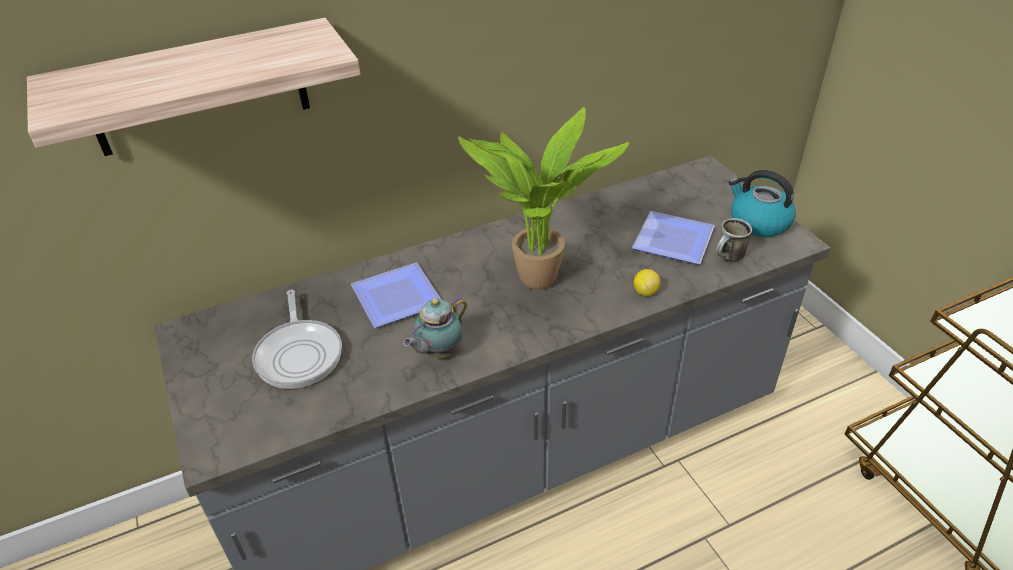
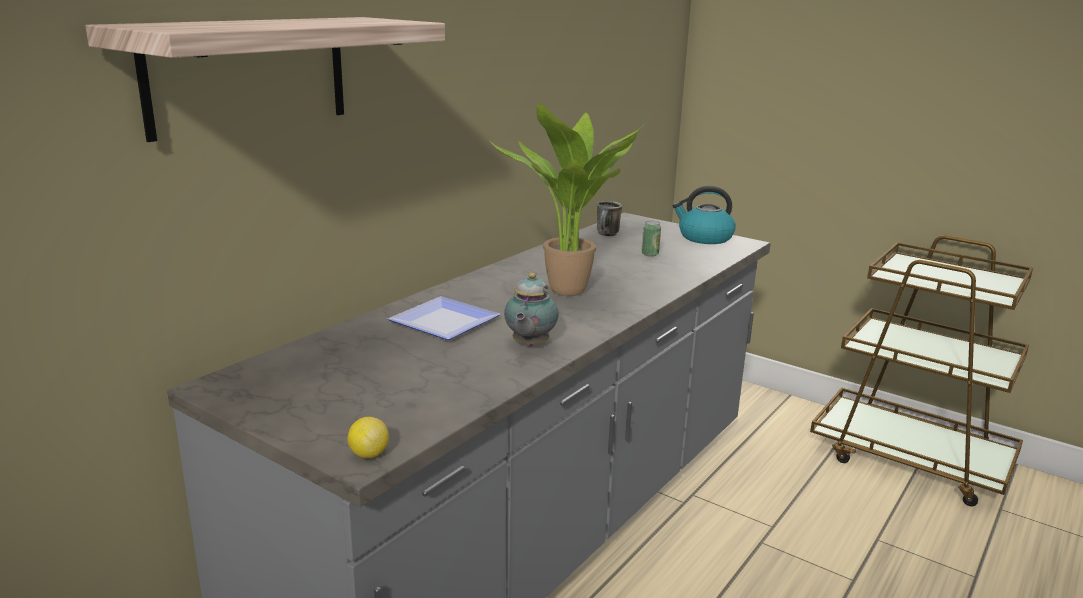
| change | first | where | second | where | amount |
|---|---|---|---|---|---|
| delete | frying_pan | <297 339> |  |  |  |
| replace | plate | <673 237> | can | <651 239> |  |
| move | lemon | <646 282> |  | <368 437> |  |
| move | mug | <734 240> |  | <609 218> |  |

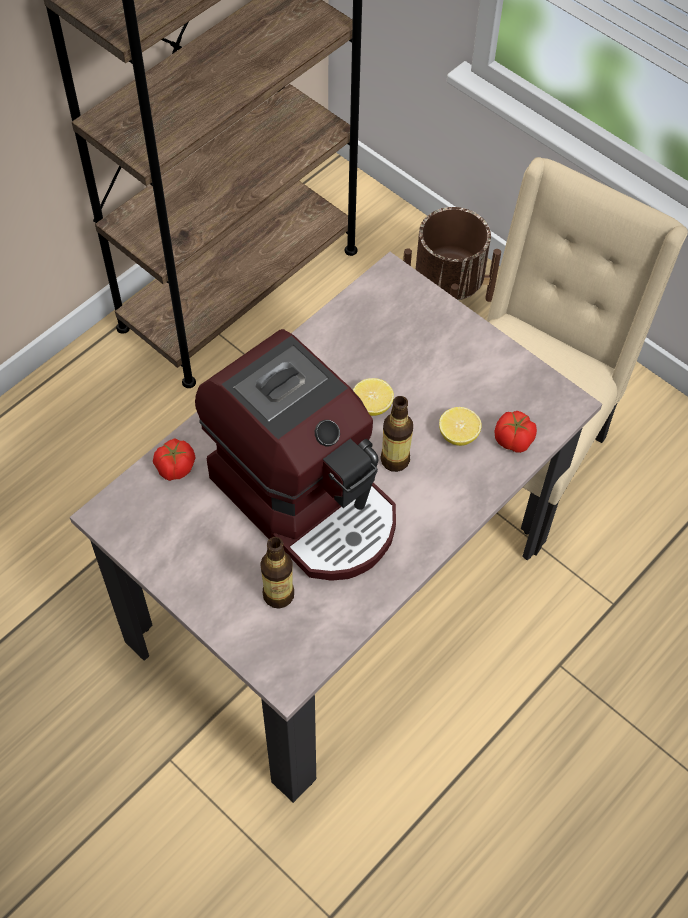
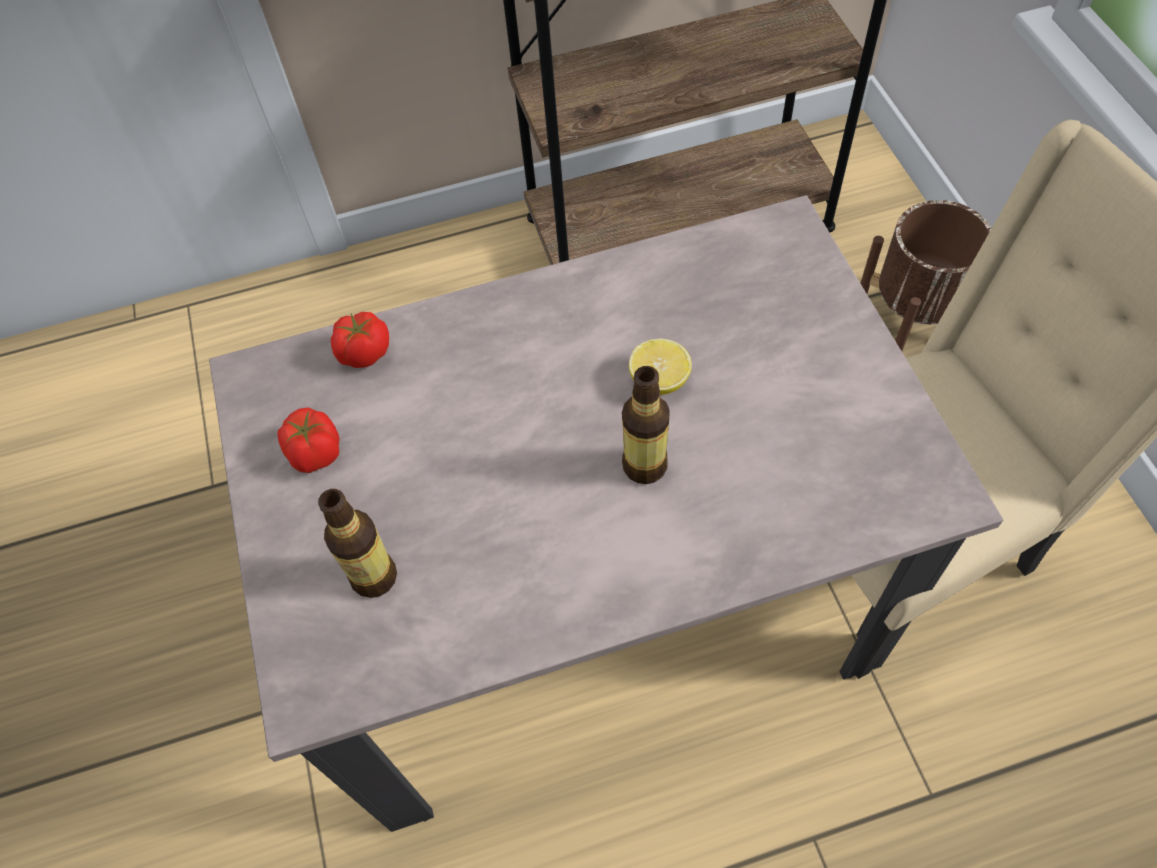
| change | first | where | second | where | amount |
|---|---|---|---|---|---|
| delete | coffee_machine | <295 455> |  |  |  |
| delete | lemon | <460 426> |  |  |  |
| move | tomato | <516 432> |  | <308 440> |  |

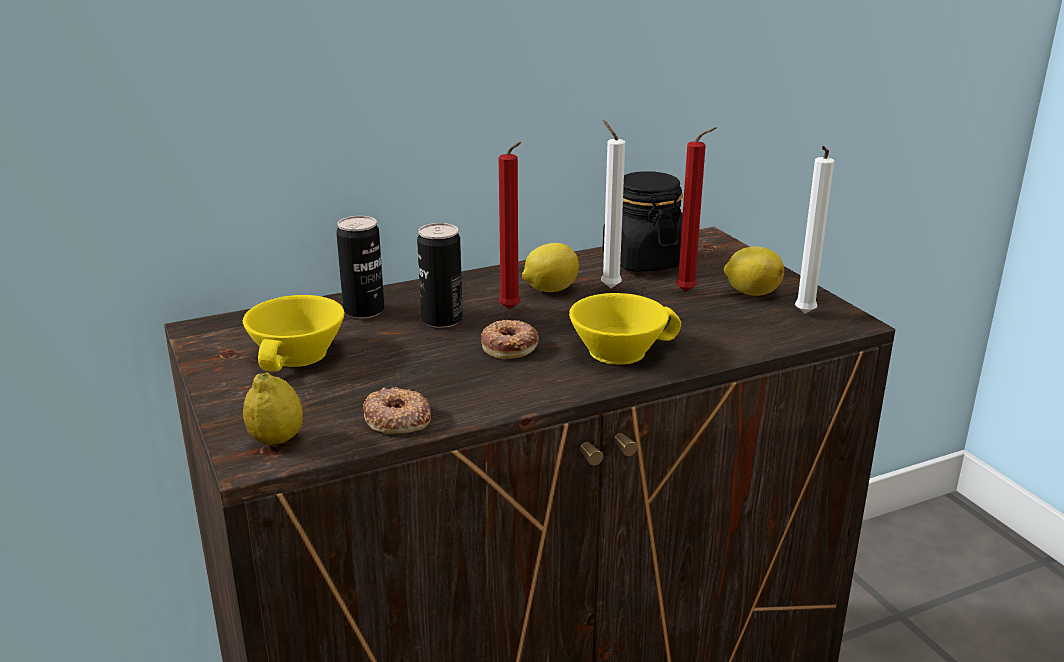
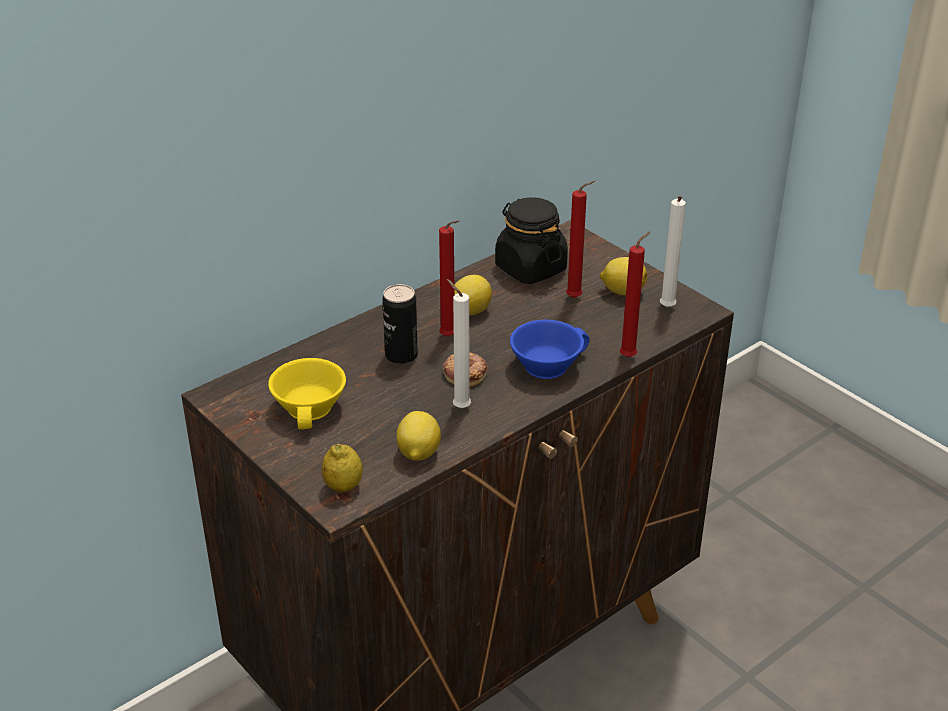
| change | first | where | second | where | amount |
|---|---|---|---|---|---|
| delete | can | <360 267> |  |  |  |
| replace | donut | <397 410> | lemon | <418 436> |  |
| recolor | yellow_cup | <625 329> | blue_cup | <550 349> |  |
| move | white_candle | <613 204> |  | <459 343> |  |
| insert |  |  | red_candle | <635 294> |  |

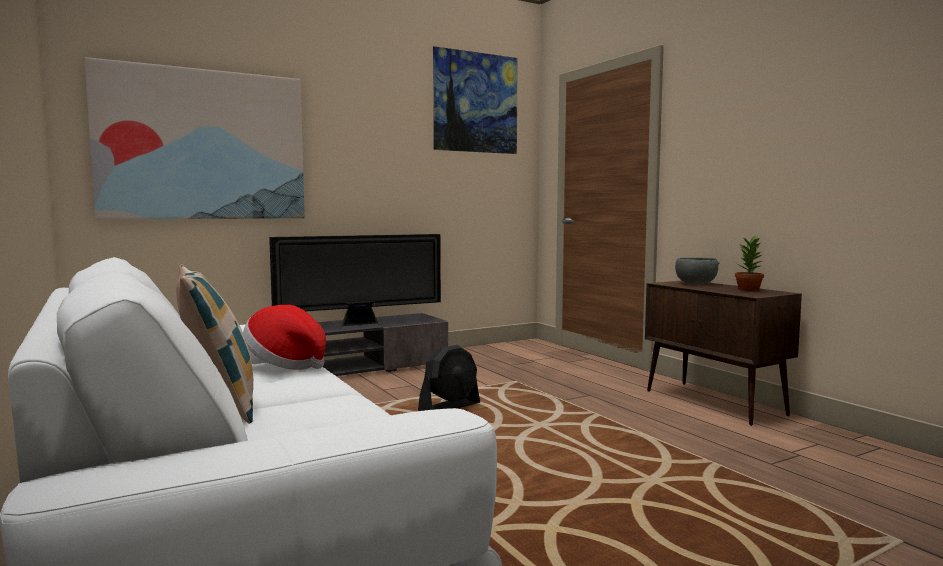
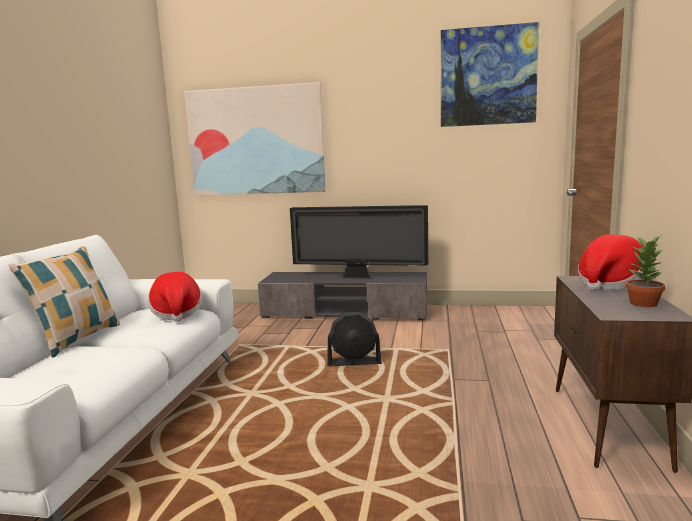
| change | first | where | second | where | amount |
|---|---|---|---|---|---|
| replace | grey_bowl | <697 271> | hat | <611 262> |  |

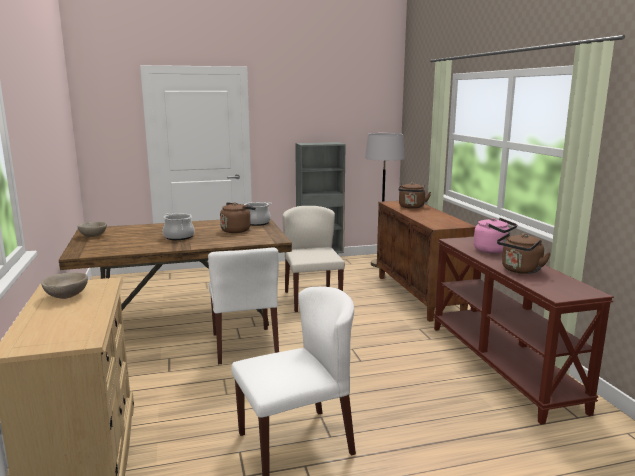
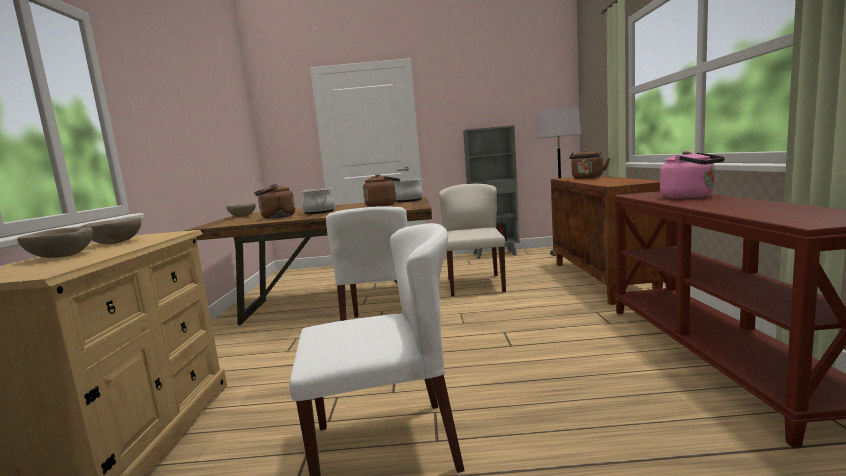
| change | first | where | second | where | amount |
|---|---|---|---|---|---|
| move | brown_kettle | <524 253> |  | <274 201> |  |
| insert |  |  | beige_bowl | <55 242> |  |

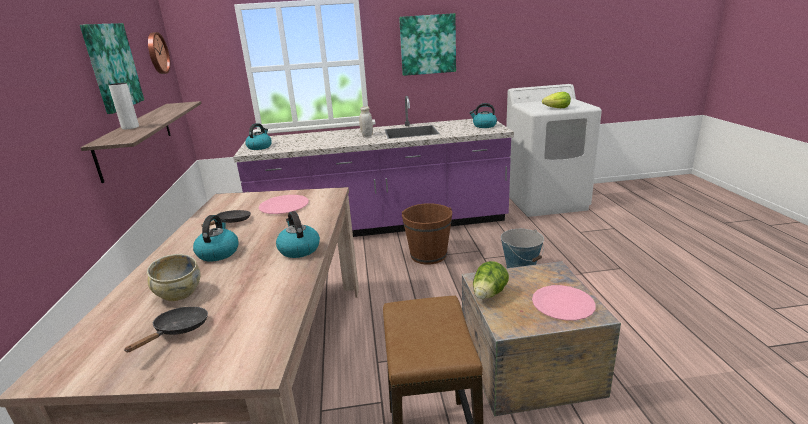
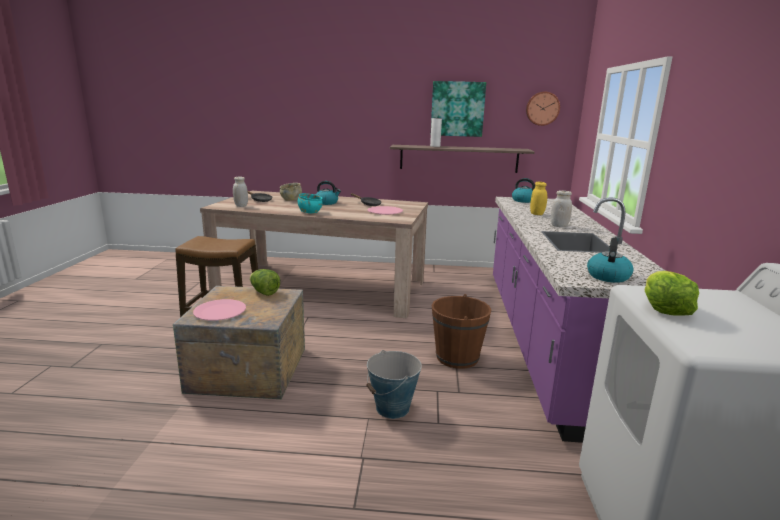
| change | first | where | second | where | amount |
|---|---|---|---|---|---|
| replace | kettle | <298 234> | turquoise_bowl | <310 203> |  |
| delete | picture | <427 44> |  |  |  |
| insert |  |  | white_jar | <240 192> |  |
| insert |  |  | yellow_jar | <538 198> |  |

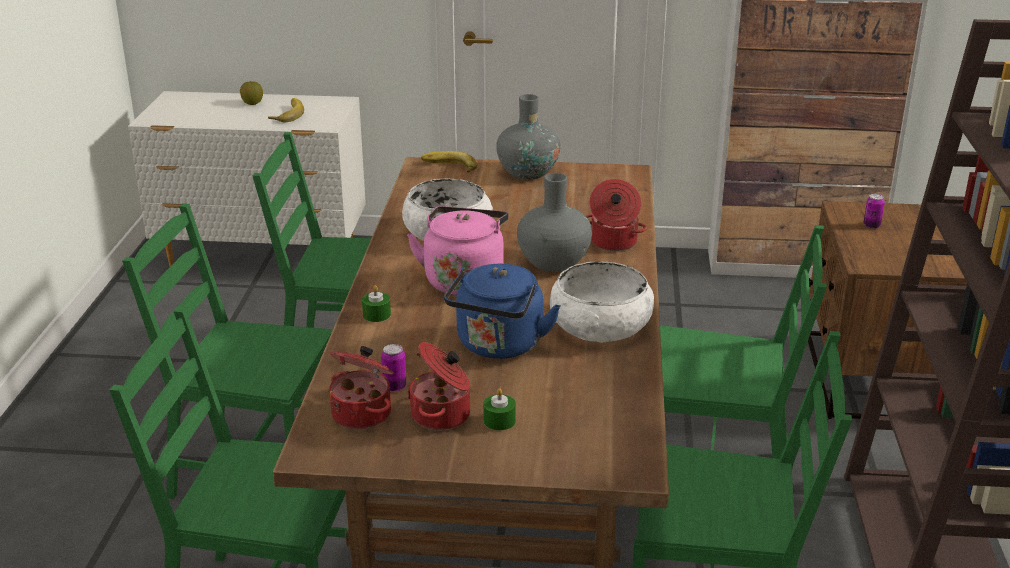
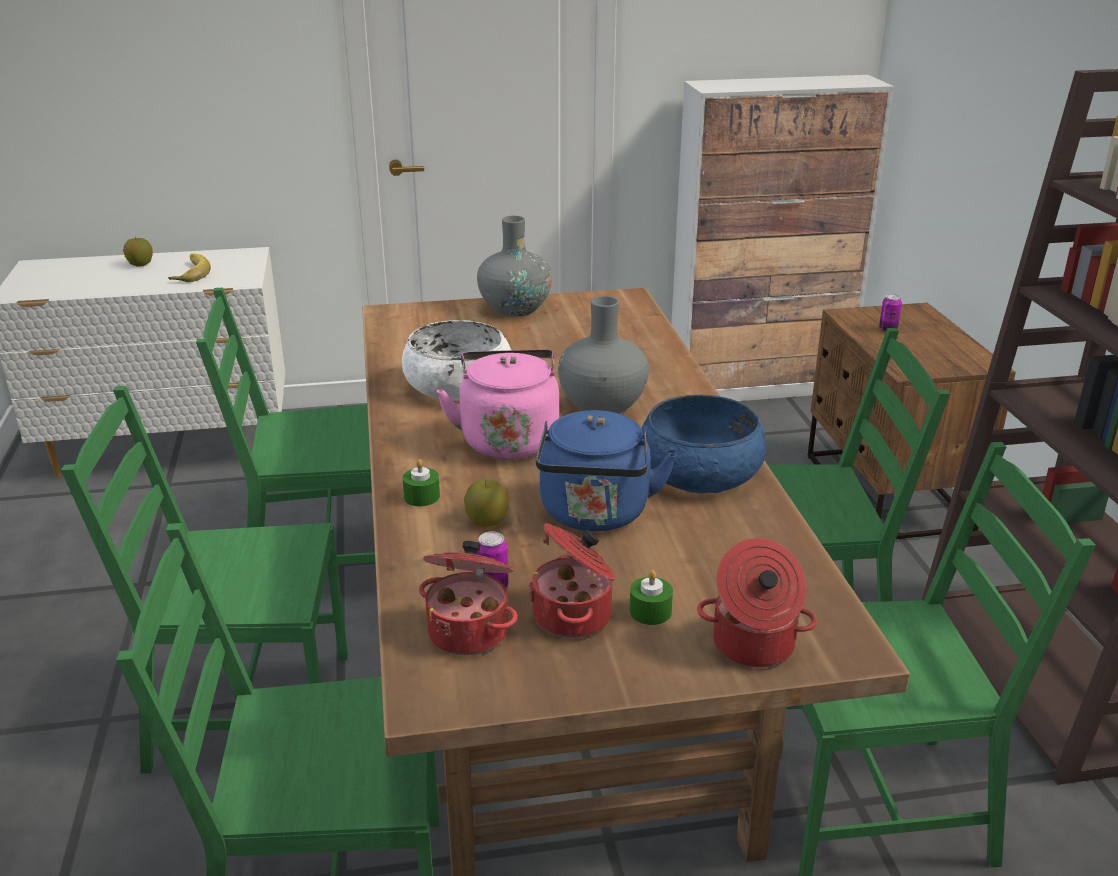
| change | first | where | second | where | amount |
|---|---|---|---|---|---|
| delete | banana | <449 162> |  |  |  |
| recolor | white_bowl | <602 302> | blue_bowl | <704 444> |  |
| move | cooking_pot | <616 215> |  | <757 603> |  |
| insert |  |  | apple | <486 503> |  |

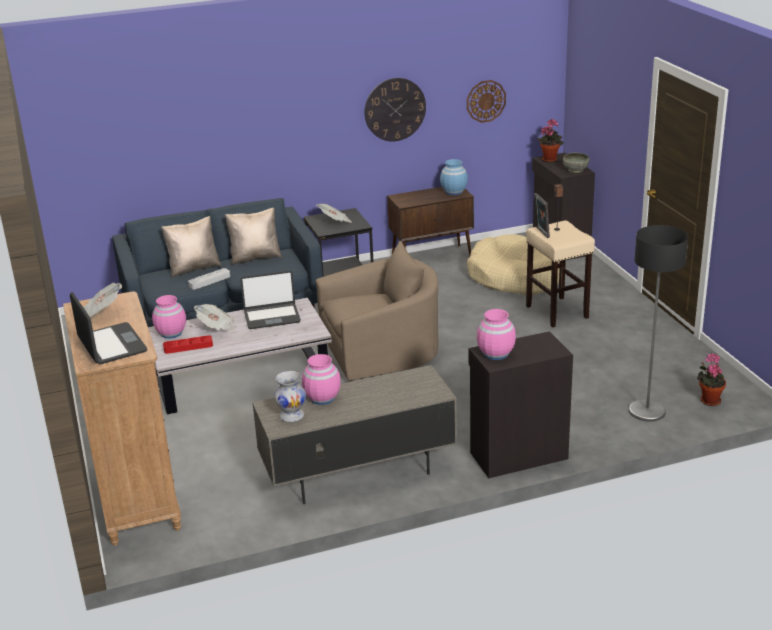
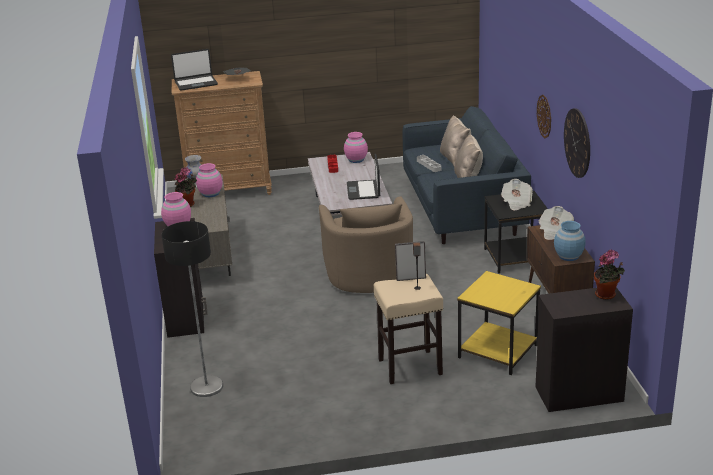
| change | first | where | second | where | amount |
|---|---|---|---|---|---|
| move | newspaper | <214 318> |  | <556 223> |  |
| move | wall_clock | <486 101> |  | <544 116> |  |
| replace | beige_dog_bed | <513 264> | yellow_side_table | <499 323> |  |
| delete | grey_bowl | <576 163> |  |  |  |
| move | potted_plant | <711 380> |  | <186 187> |  |

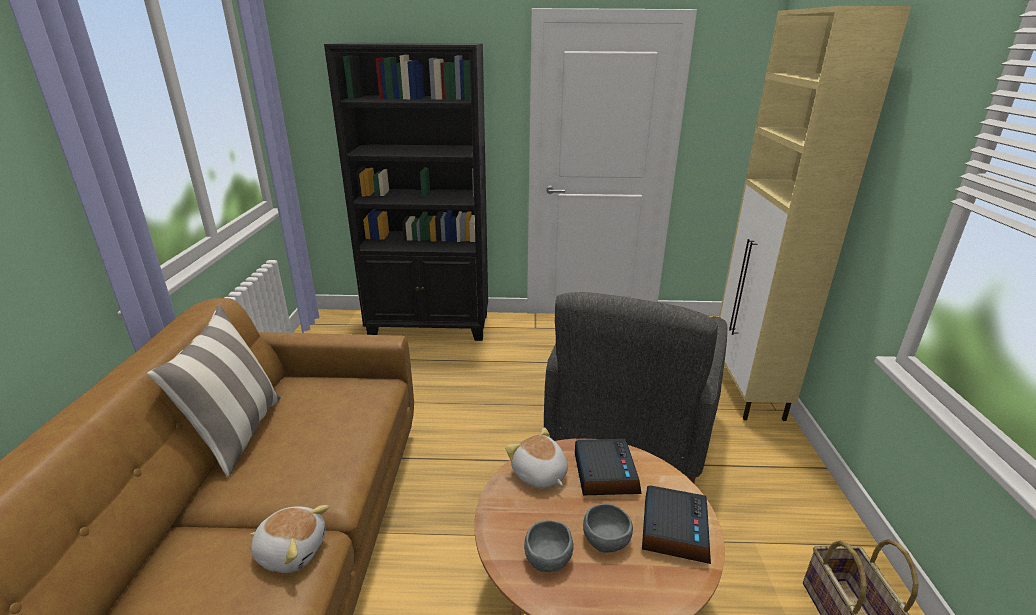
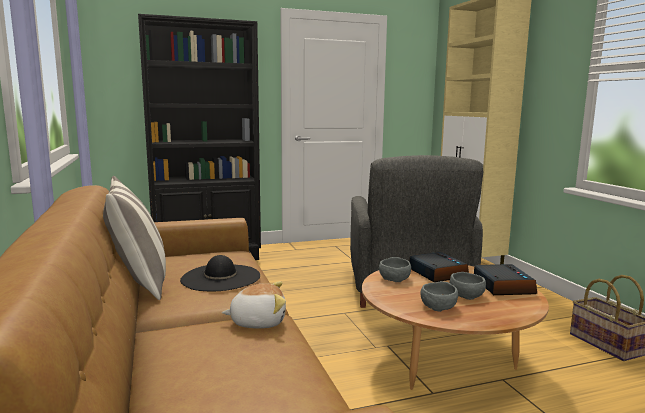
| change | first | where | second | where | amount |
|---|---|---|---|---|---|
| replace | plush_toy | <536 457> | grey_bowl | <395 269> |  |
| insert |  |  | black_hat | <220 273> |  |

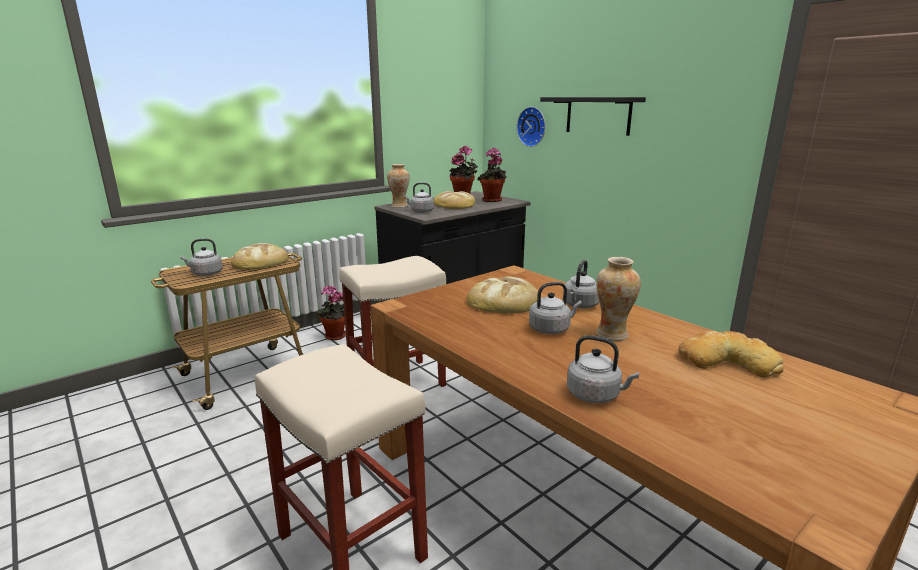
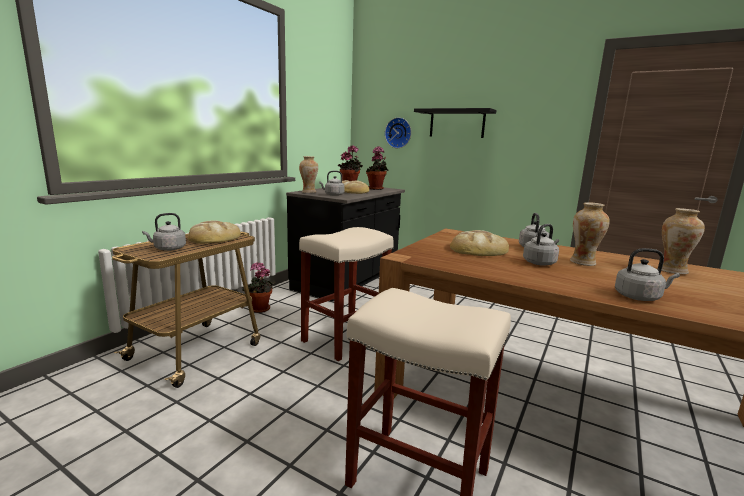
| change | first | where | second | where | amount |
|---|---|---|---|---|---|
| replace | bread | <731 354> | vase | <683 241> |  |

